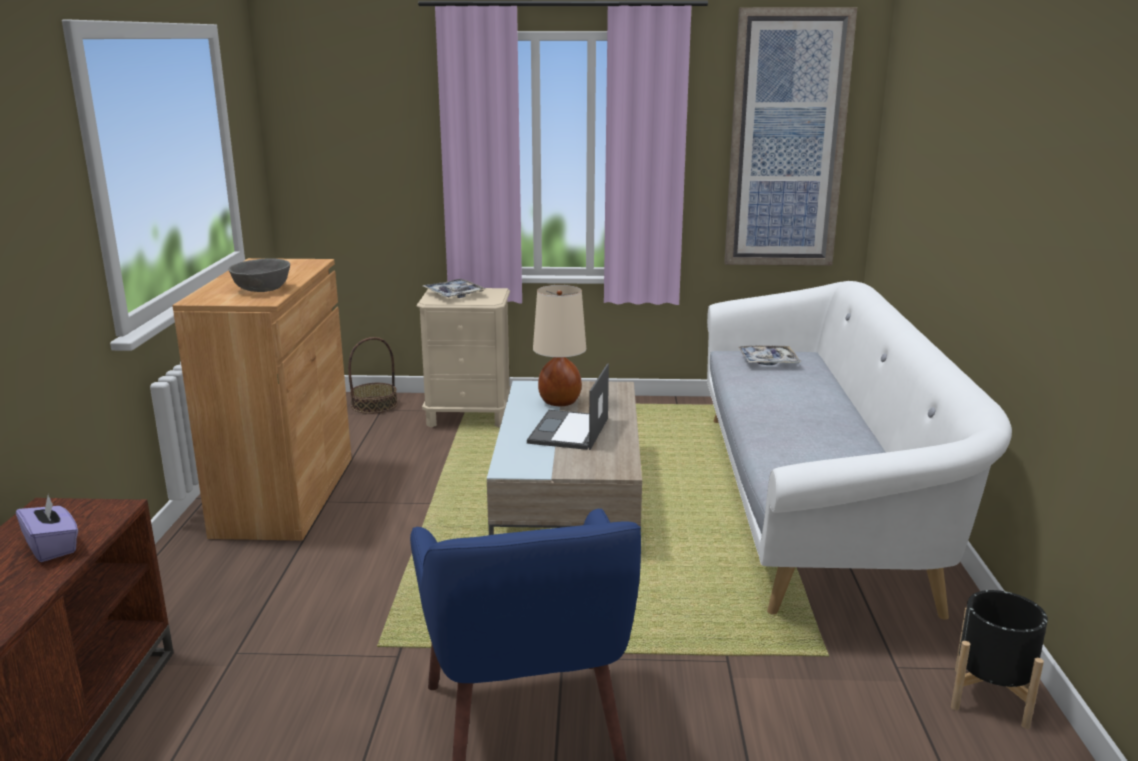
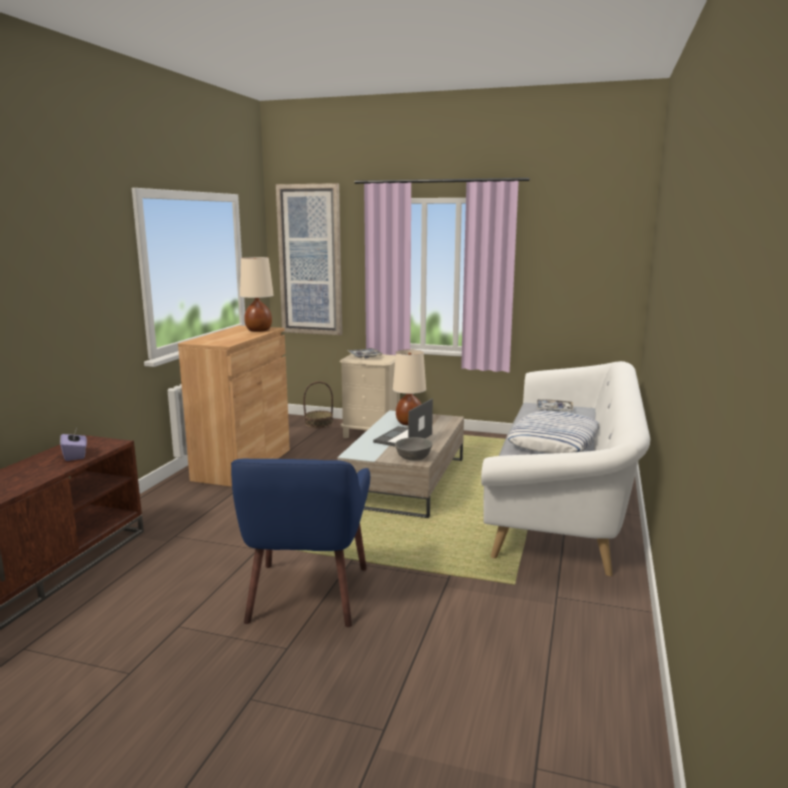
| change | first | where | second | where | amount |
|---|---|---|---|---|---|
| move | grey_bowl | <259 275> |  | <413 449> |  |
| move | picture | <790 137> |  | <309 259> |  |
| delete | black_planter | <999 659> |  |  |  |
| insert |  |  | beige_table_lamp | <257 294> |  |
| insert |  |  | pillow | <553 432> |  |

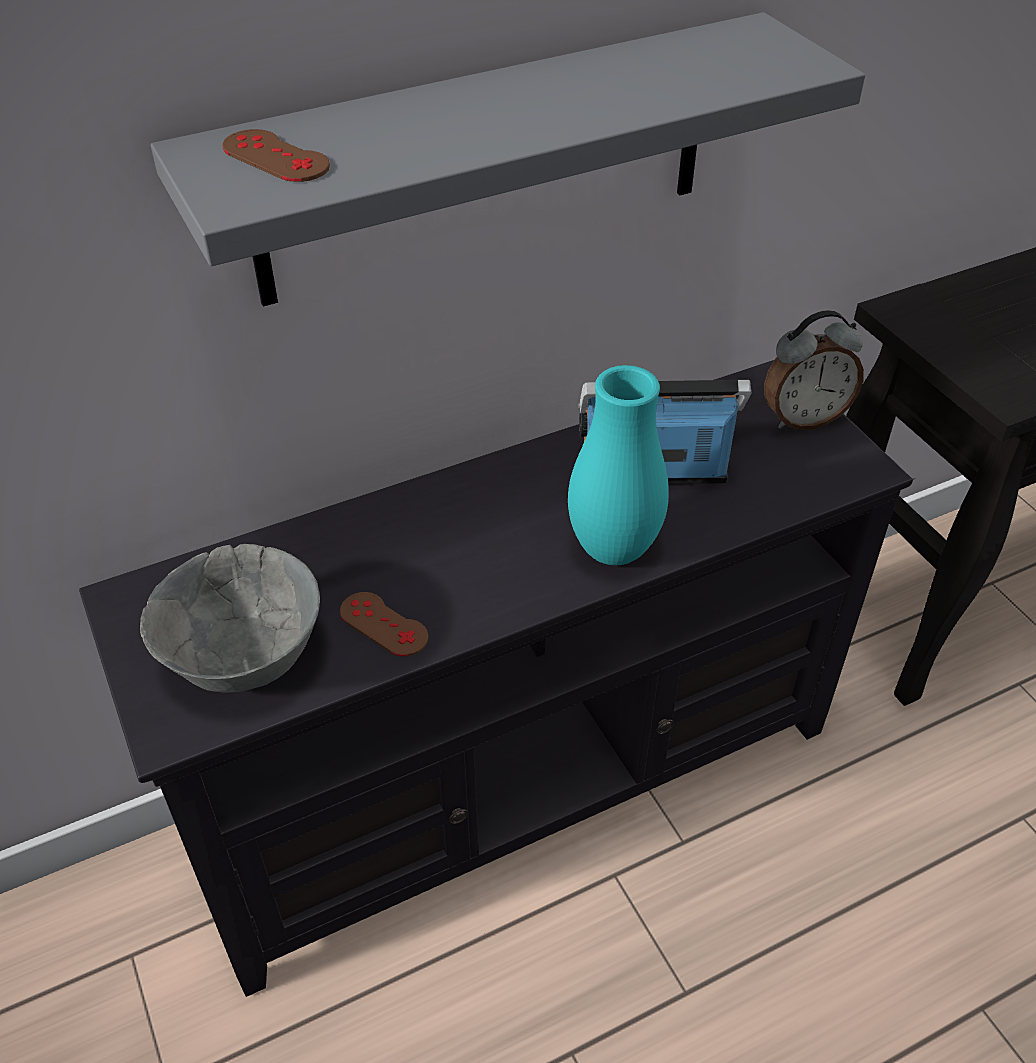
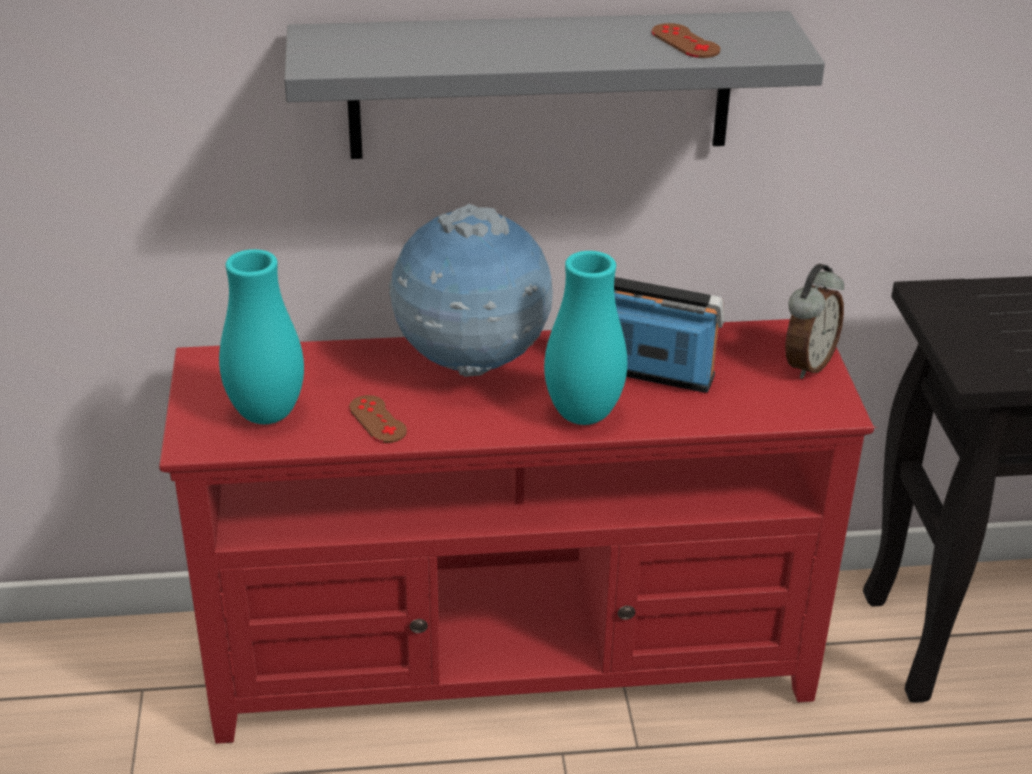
| change | first | where | second | where | amount |
|---|---|---|---|---|---|
| recolor | black_tv_stand | <497 678> | red_tv_stand | <518 531> |  |
| replace | grey_bowl | <230 618> | turquoise_vase | <261 336> |  |
| move | brown_game_controller | <276 155> |  | <686 40> |  |
| rotate | alarm_clock | <814 370> |  | <814 321> | 60 degrees counterclockwise |
| insert |  |  | globe | <470 290> |  |

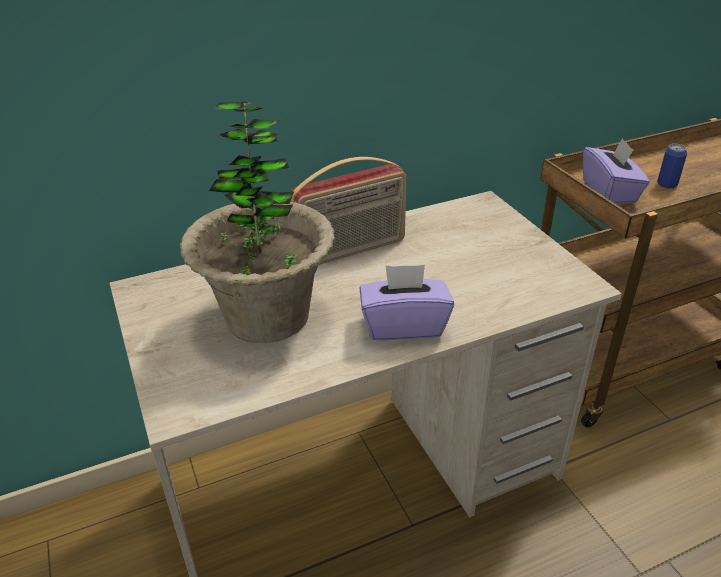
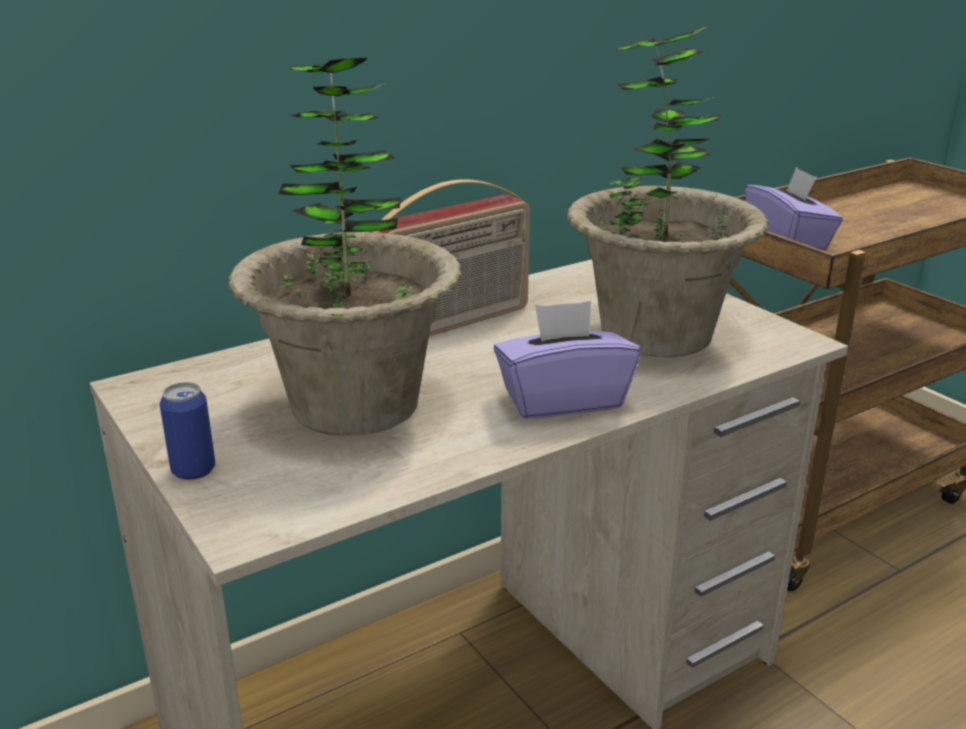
| change | first | where | second | where | amount |
|---|---|---|---|---|---|
| move | can | <672 166> |  | <187 431> |  |
| insert |  |  | potted_plant | <667 192> |  |

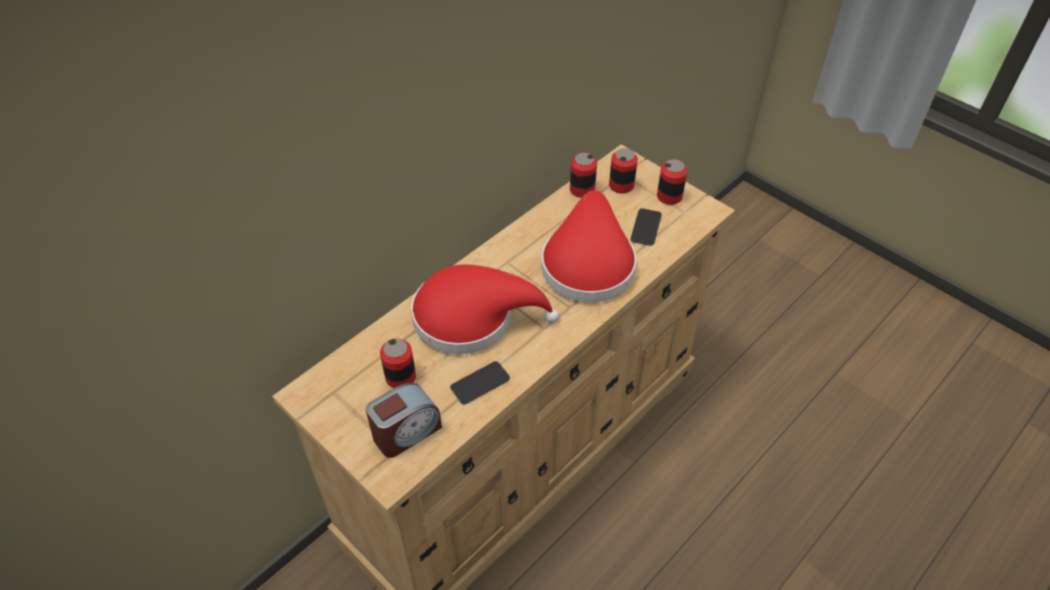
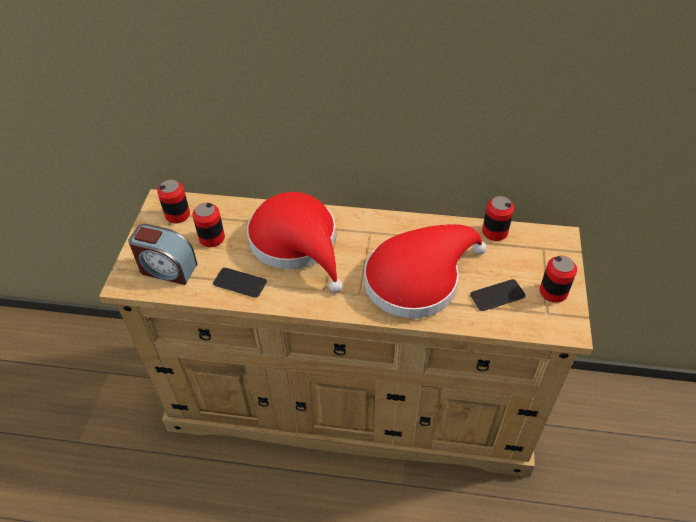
| change | first | where | second | where | amount |
|---|---|---|---|---|---|
| move | can | <623 171> |  | <173 201> |  |

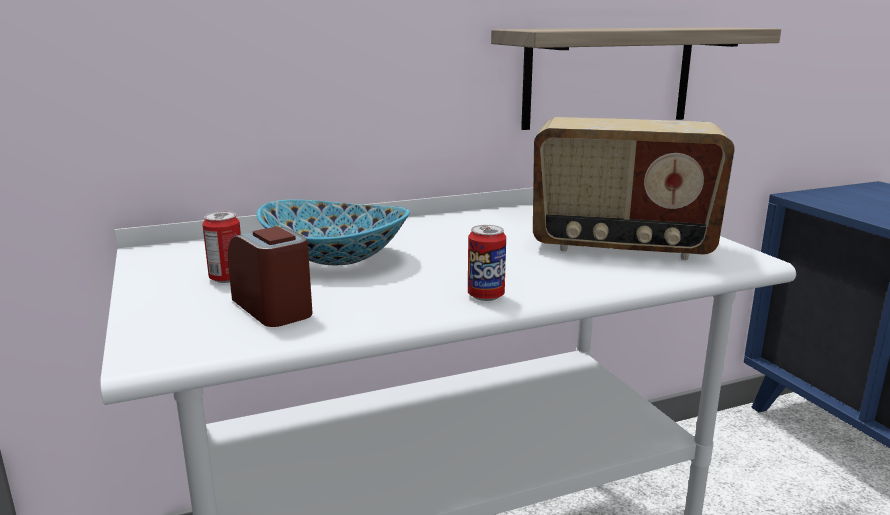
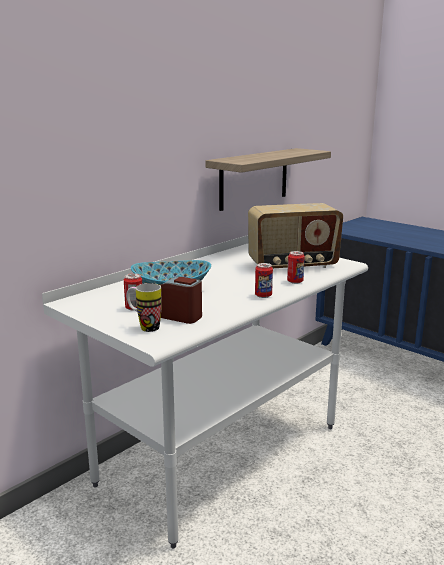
| change | first | where | second | where | amount |
|---|---|---|---|---|---|
| insert |  |  | mug | <144 307> |  |
| insert |  |  | can | <296 267> |  |

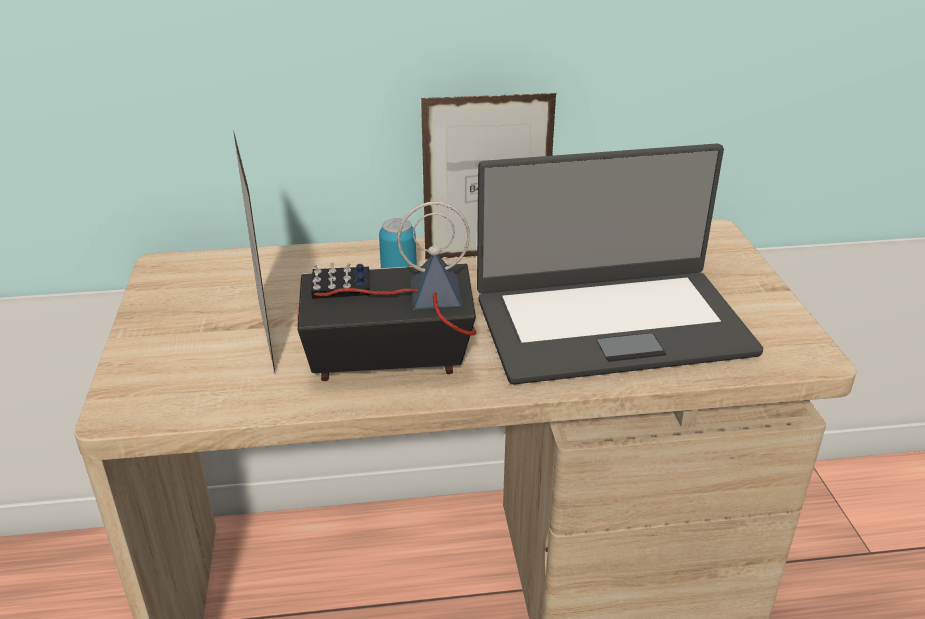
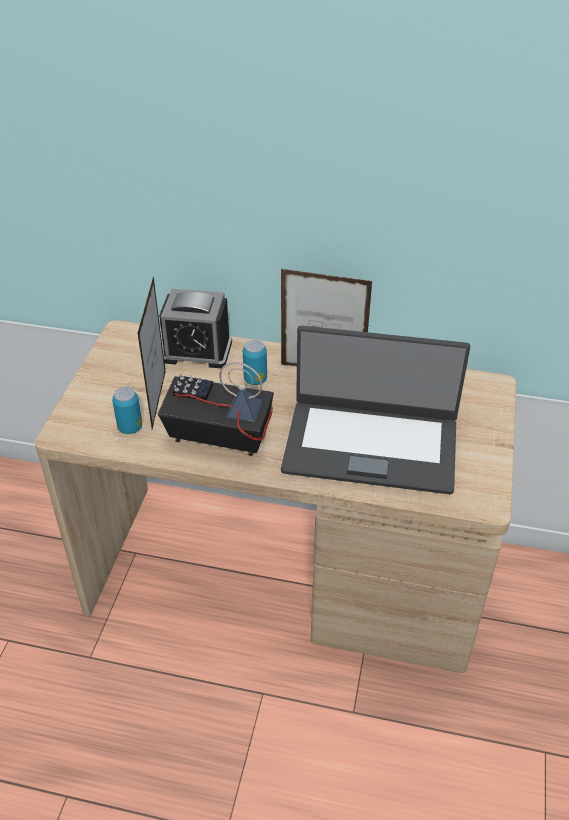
| change | first | where | second | where | amount |
|---|---|---|---|---|---|
| insert |  |  | can | <127 410> |  |
| insert |  |  | alarm_clock | <195 328> |  |

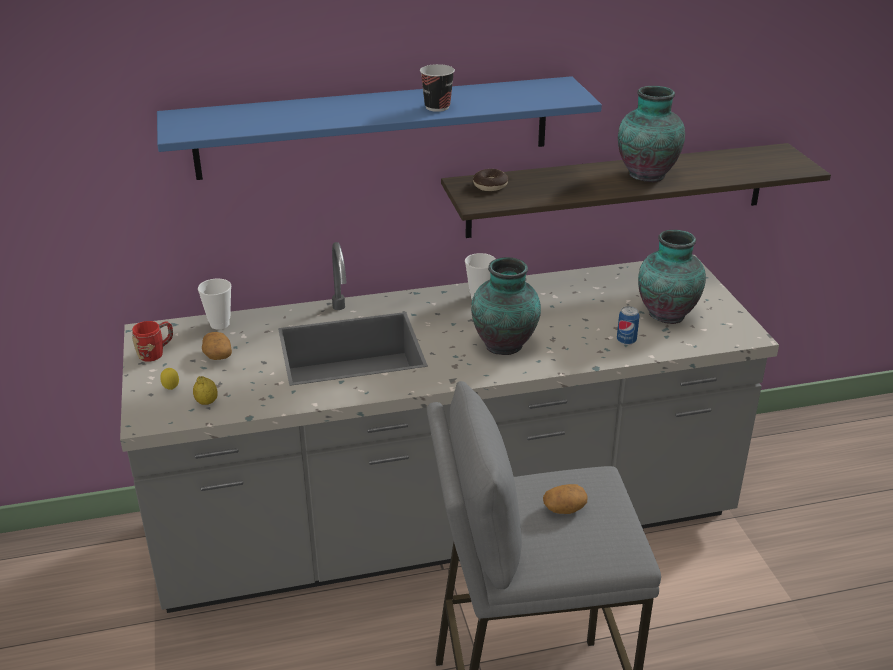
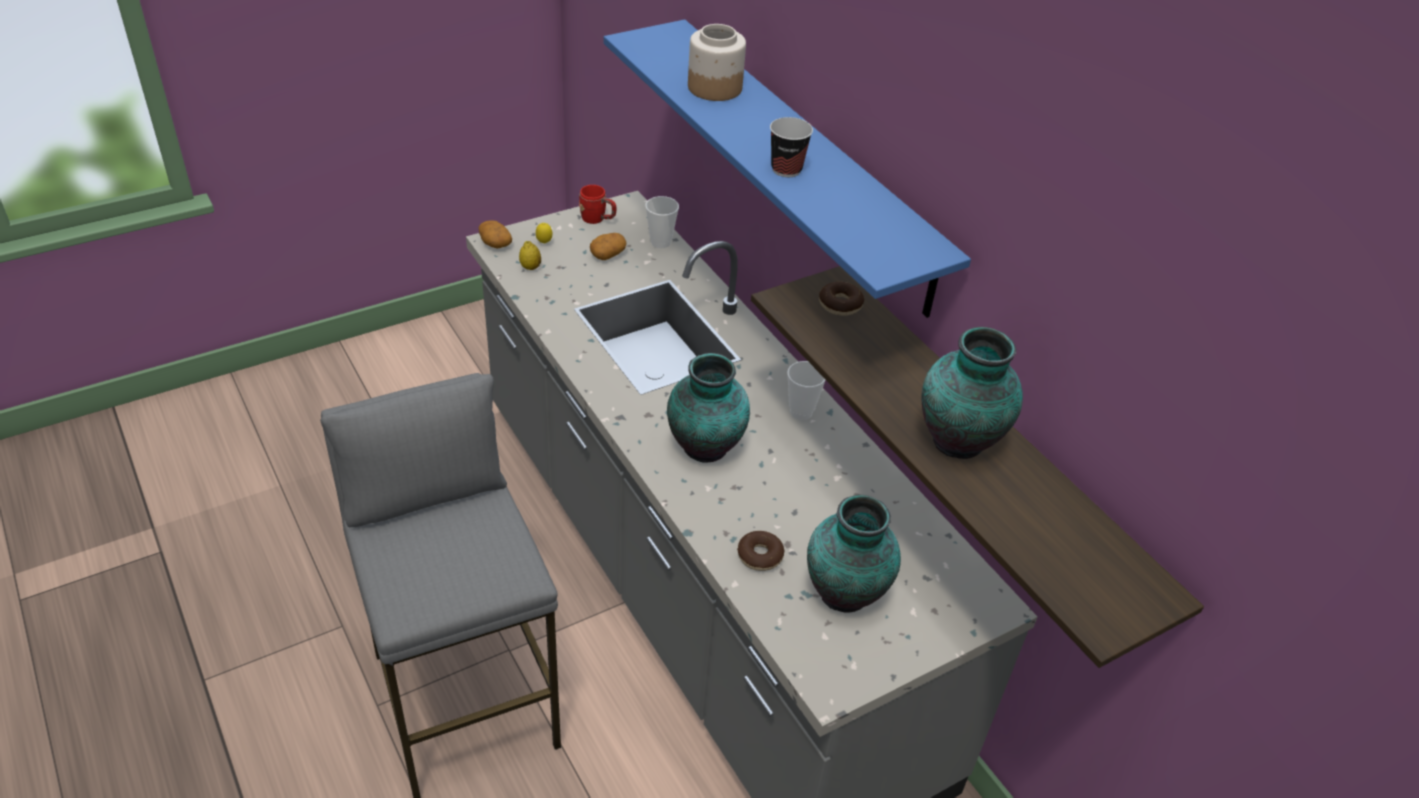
| change | first | where | second | where | amount |
|---|---|---|---|---|---|
| move | potato | <565 499> |  | <495 234> |  |
| replace | can | <628 325> | donut | <761 551> |  |
| insert |  |  | jar | <717 62> |  |

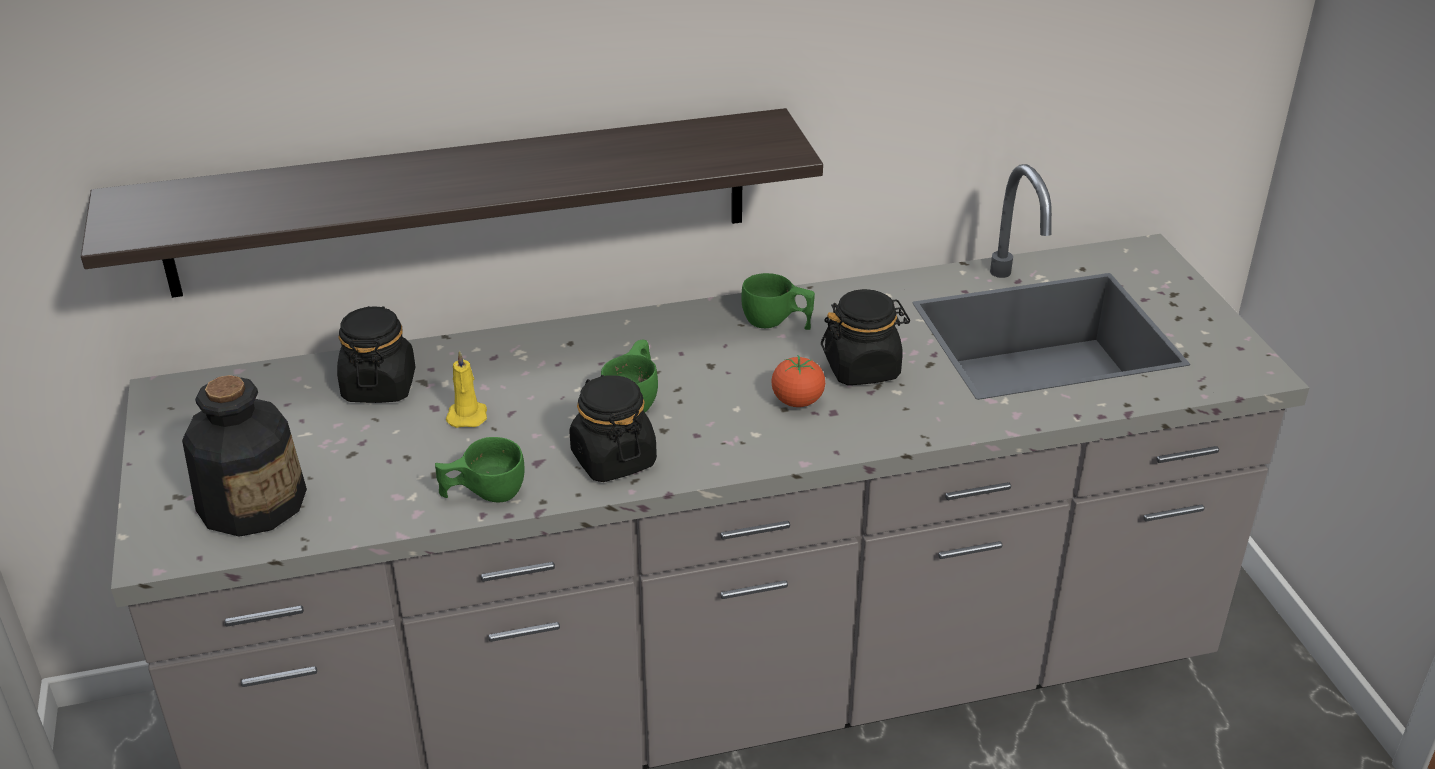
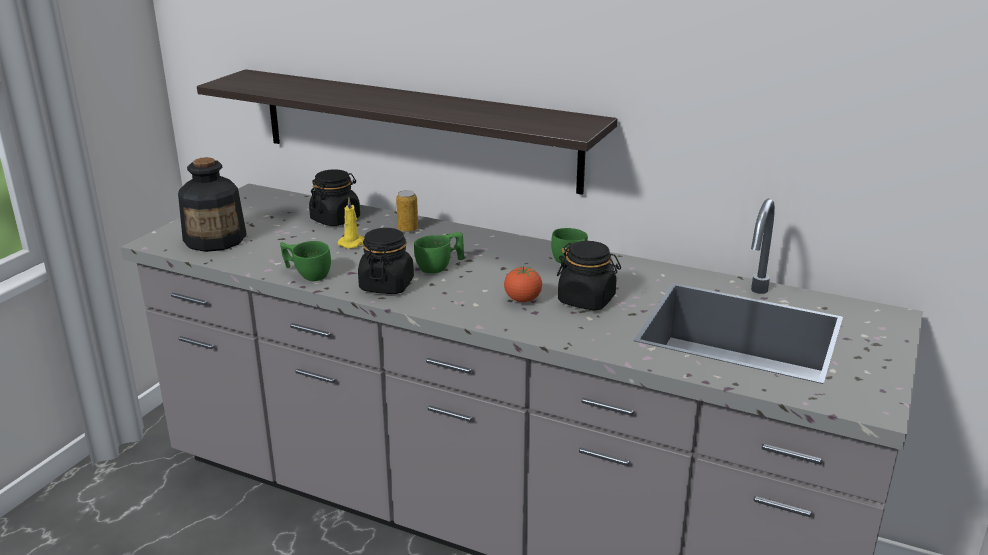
| change | first | where | second | where | amount |
|---|---|---|---|---|---|
| insert |  |  | can | <407 211> |  |

